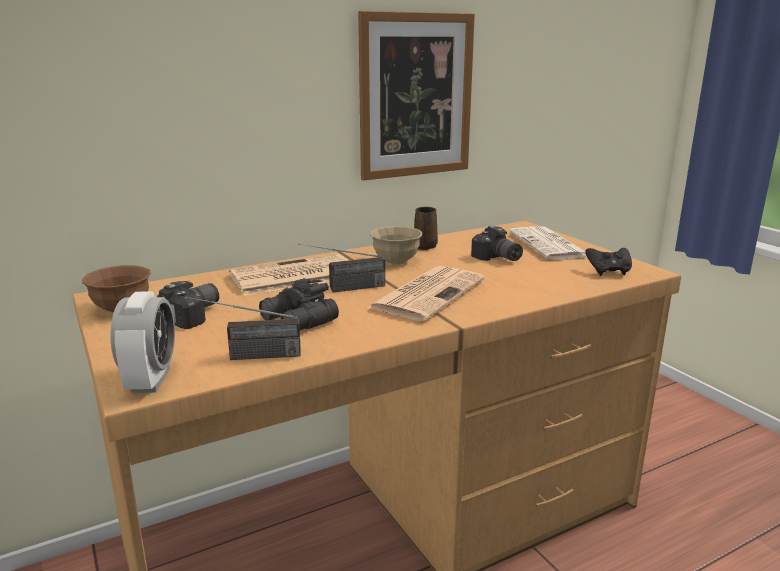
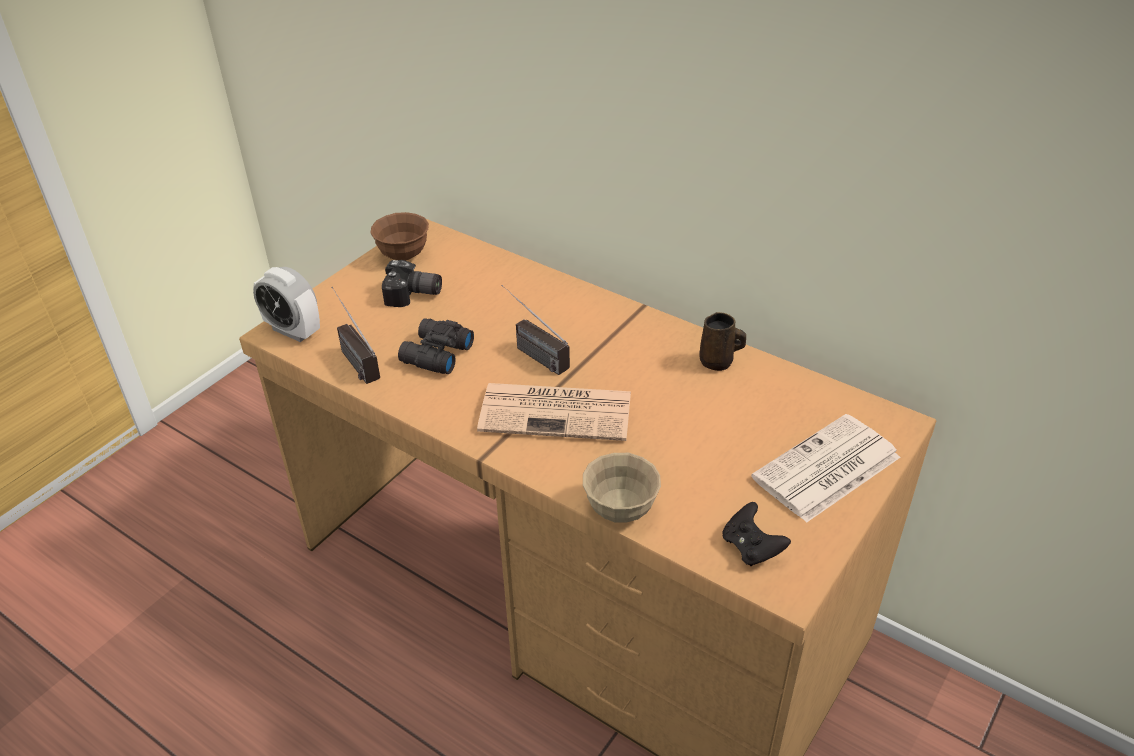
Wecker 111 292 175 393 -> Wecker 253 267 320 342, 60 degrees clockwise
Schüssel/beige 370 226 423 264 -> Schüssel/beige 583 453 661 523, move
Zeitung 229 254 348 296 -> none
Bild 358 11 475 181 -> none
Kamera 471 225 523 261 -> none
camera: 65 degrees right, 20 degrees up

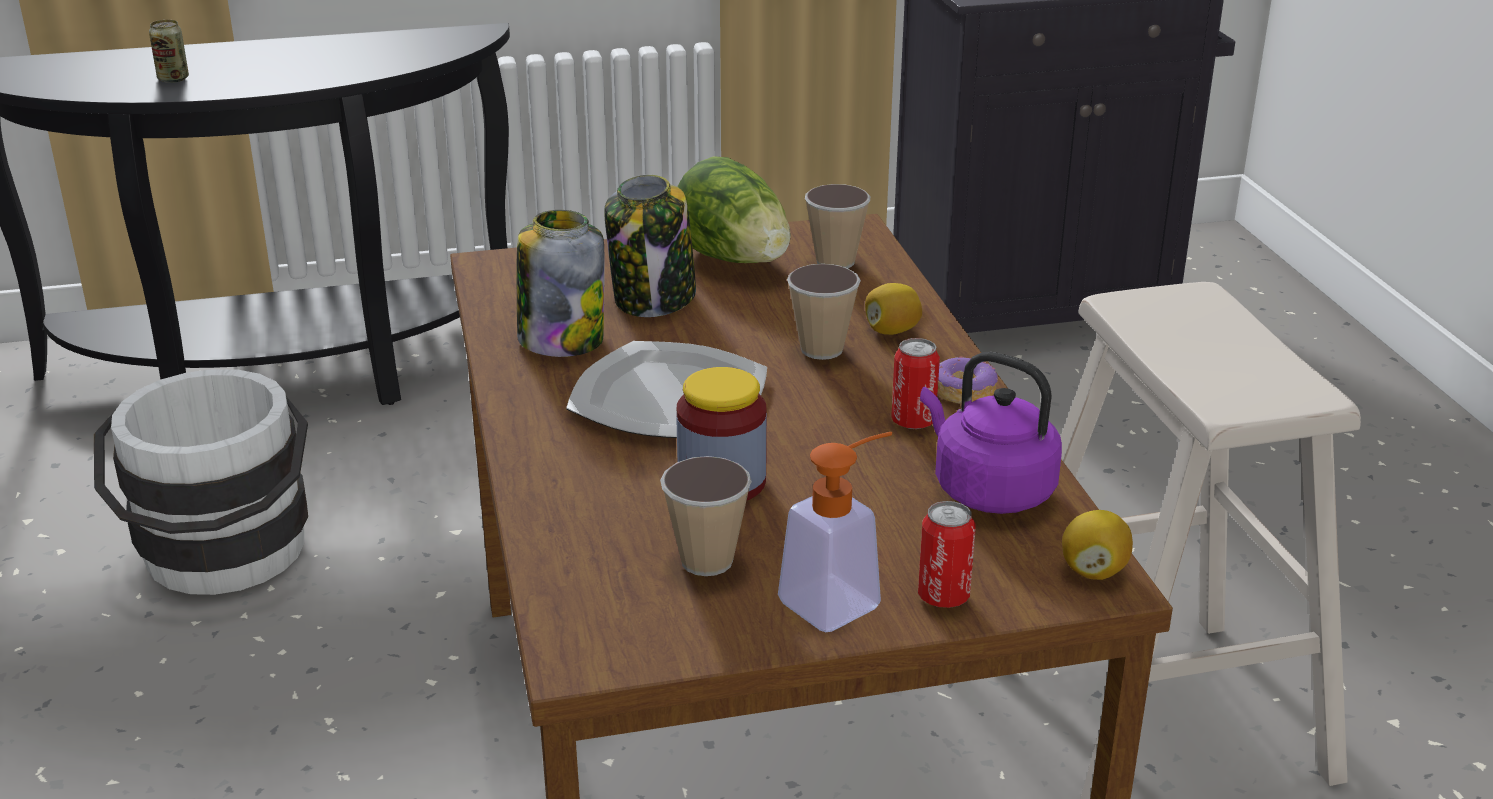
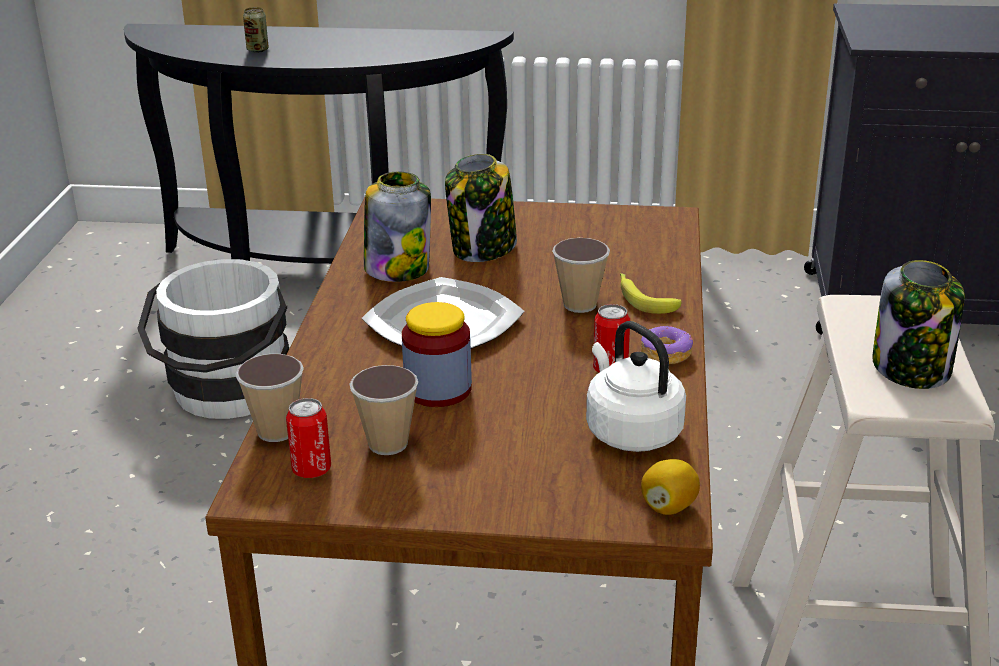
Tasse 805 184 870 268 -> Tasse 235 354 304 442, move
Dose 918 501 975 608 -> Dose 286 398 331 478, move
Wasserkessel/lila 920 352 1062 514 -> Wasserkessel/weiß 586 321 686 452
Zitrone 865 283 922 335 -> Banane 620 273 681 314
none -> Vorratsglas 872 260 965 389
Salatkopf 677 156 791 263 -> none
Seifenspender 778 432 892 632 -> none
camera: 20 degrees right, 0 degrees up

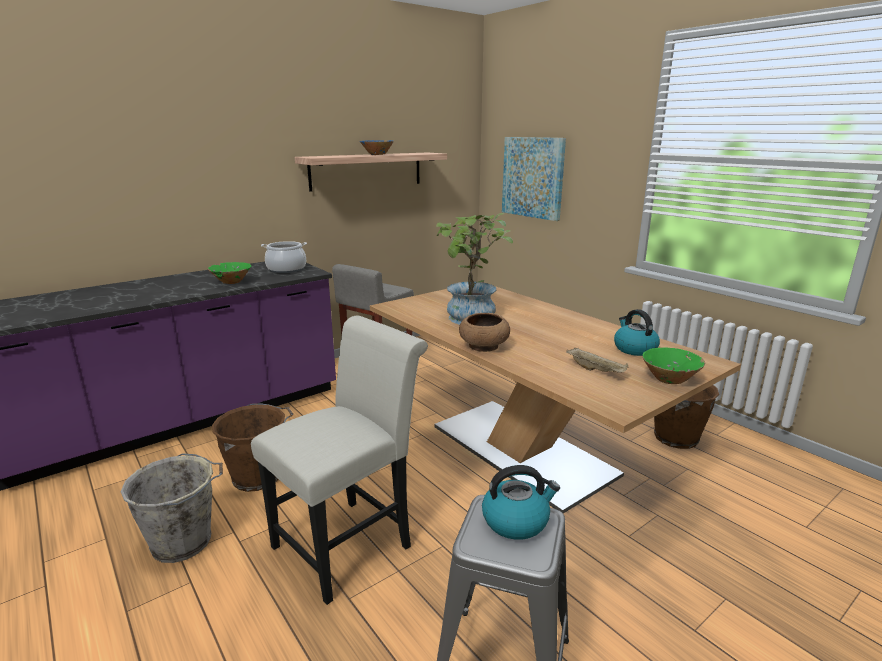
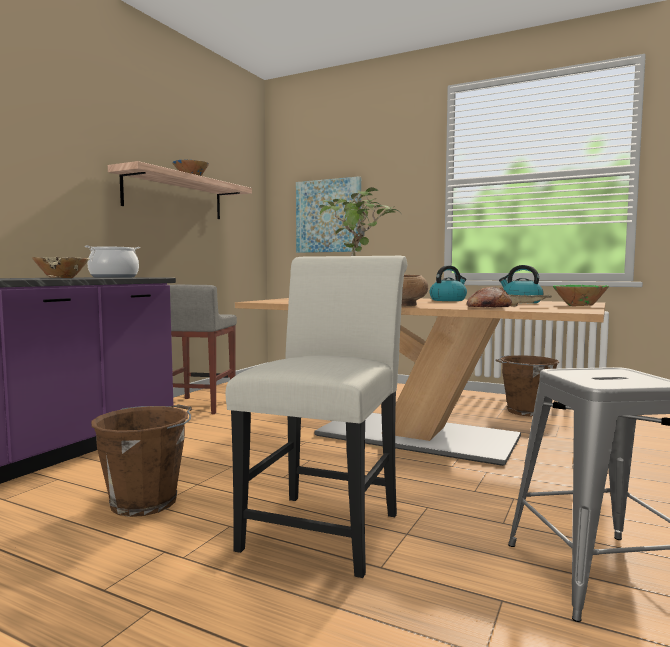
Schüssel/grün 208 262 251 284 -> Schüssel/beige 32 257 89 278
Wasserkessel 482 465 560 540 -> Wasserkessel 430 265 467 301, move
none -> Brot 467 286 512 307
Eimer/grau 121 453 223 563 -> none
camera: 25 degrees left, 15 degrees down

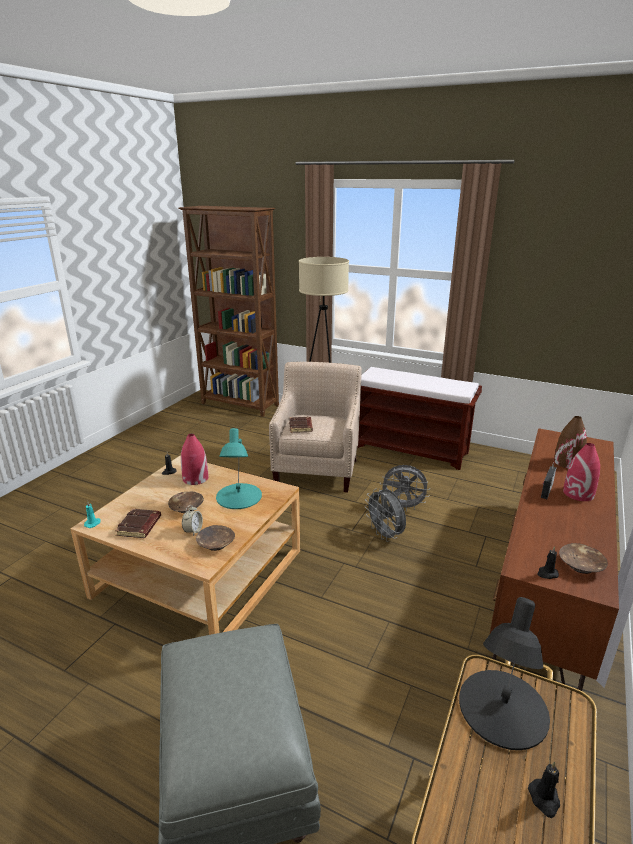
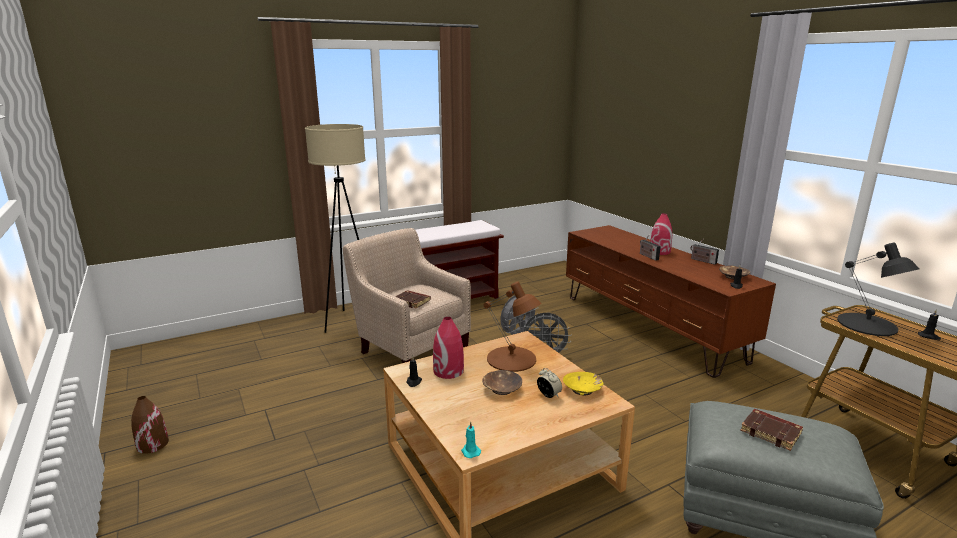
Vase/braun 554 416 587 468 -> Vase/braun 131 396 169 454, move
Tischlampe/türkis 216 428 262 509 -> Tischlampe/braun 484 281 541 372
Schüssel/braun 196 525 235 551 -> Schüssel/gelb 563 372 604 395
none -> Radio 691 239 719 265
Buch/braun 115 509 161 538 -> Buch/braun 740 409 803 451, move
Bücherregal/braun 178 206 279 417 -> none
camera: 55 degrees left, 5 degrees down

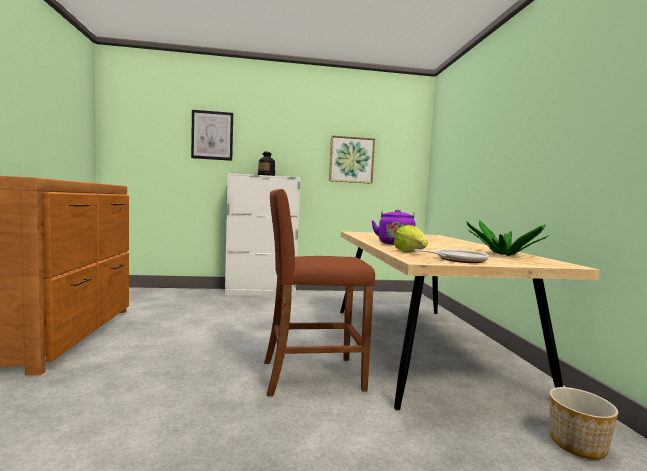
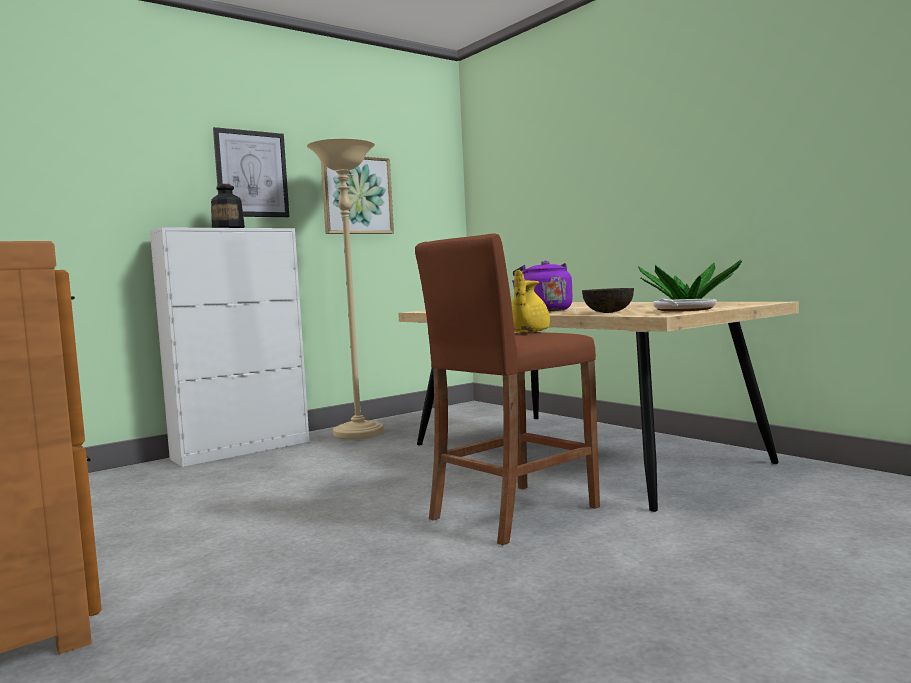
Bild 191 110 233 161 -> Bild 213 127 289 217, move
none -> Stehlampe/beige 307 138 384 440
none -> Teekanne/gelb 511 270 550 333
Salatkopf 394 225 428 252 -> Schüssel/braun 582 288 634 313
Pflanzkübel 549 387 618 459 -> none
camera: 30 degrees left, 0 degrees up

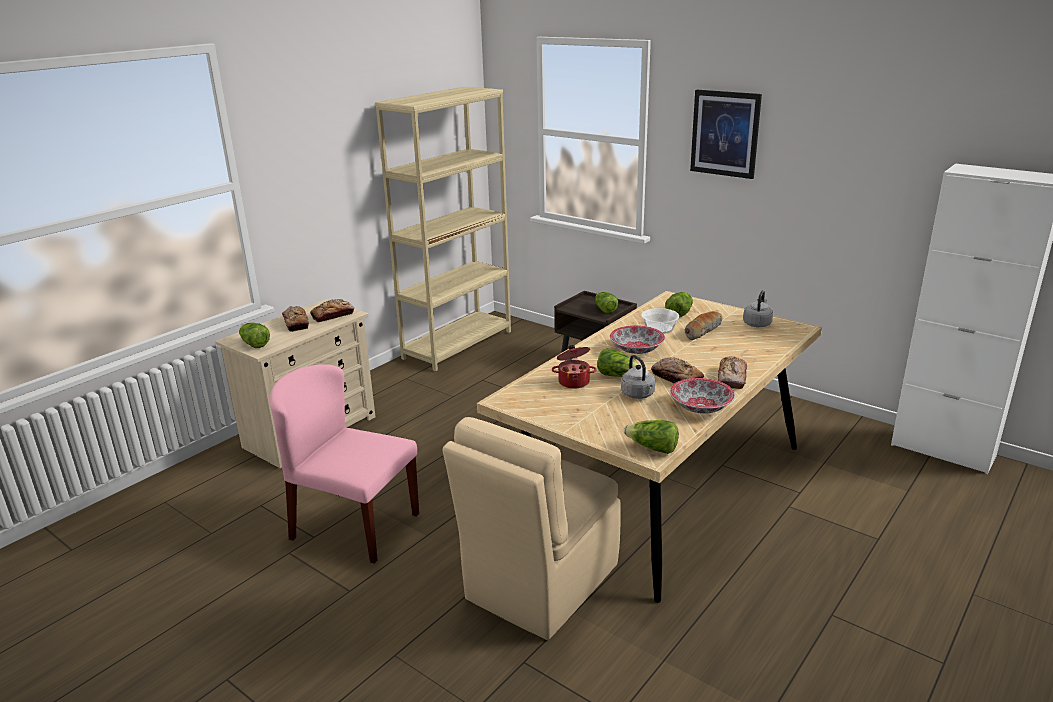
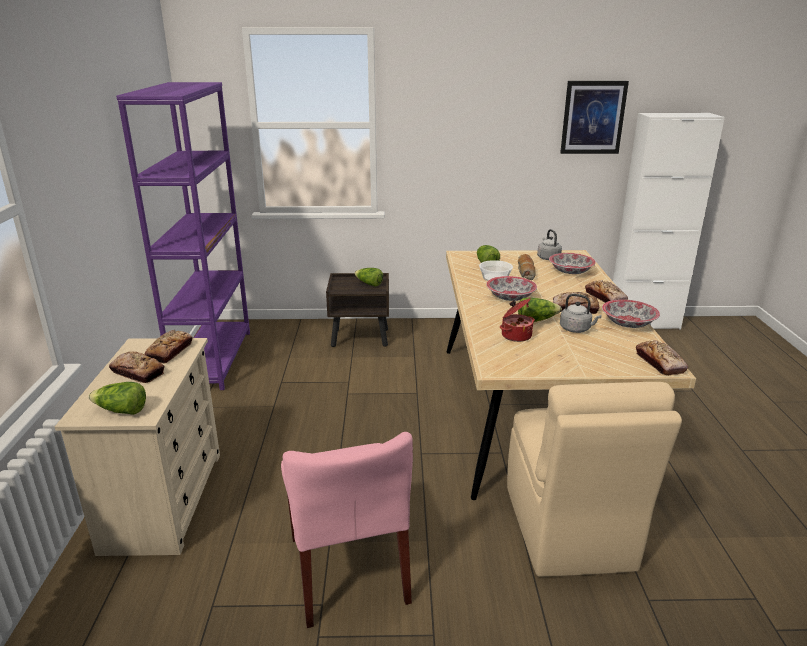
Bücherregal/beige 375 87 511 372 -> Bücherregal/lila 116 82 250 390
Stuhl/rosa 270 365 419 564 -> Stuhl/rosa 281 432 413 628, 90 degrees counterclockwise
none -> Schüssel 549 253 596 274
Bild 690 90 762 179 -> Bild 560 81 629 154, move
Salatkopf 624 420 679 454 -> Brot 636 341 688 376
camera: 40 degrees left, 0 degrees up

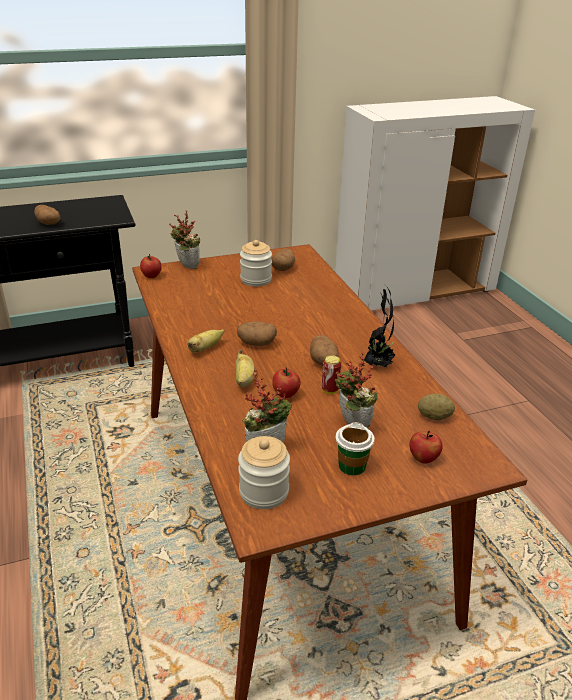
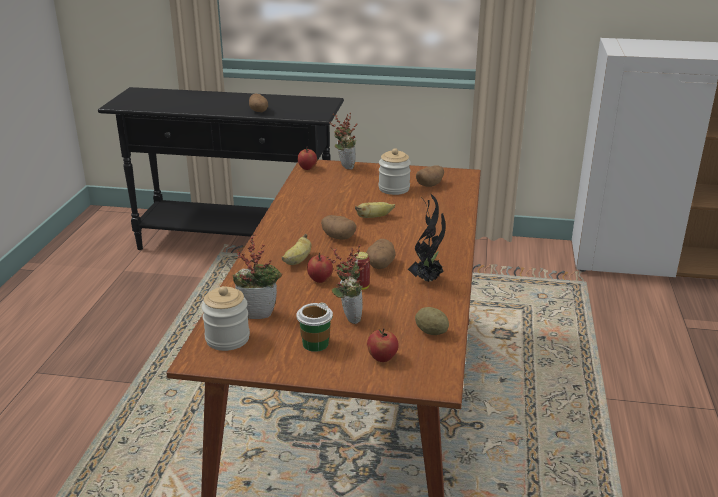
Banane 188 329 224 353 -> Banane 355 202 395 218, move
camera: 30 degrees right, 5 degrees down

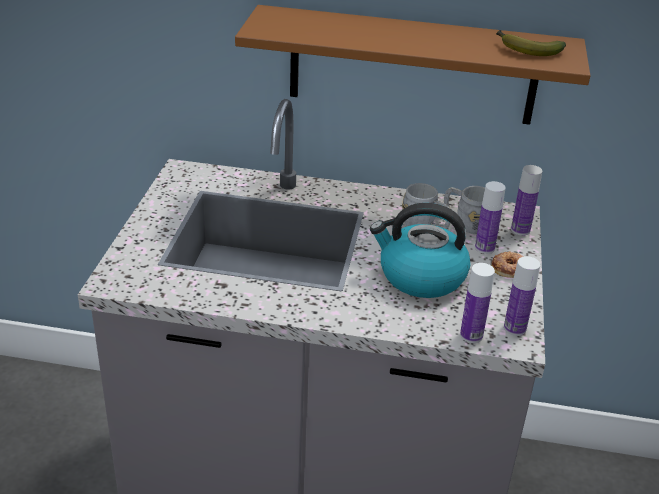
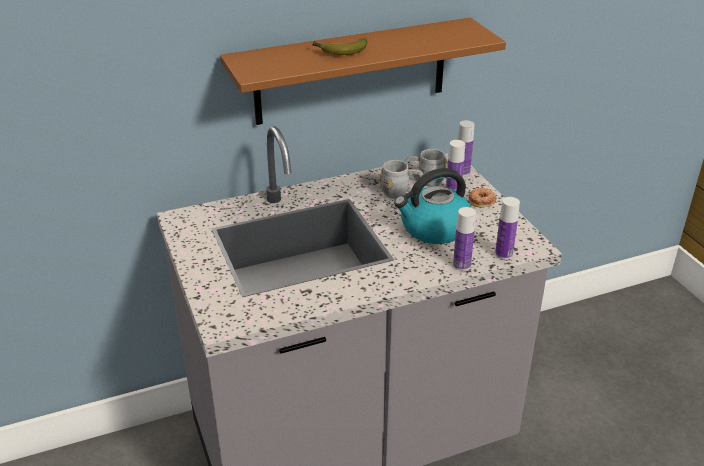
Banane 496 30 566 56 -> Banane 313 38 367 55, move
Flasche 504 256 540 336 -> Flasche 453 207 476 271, move
camera: 30 degrees left, 0 degrees up

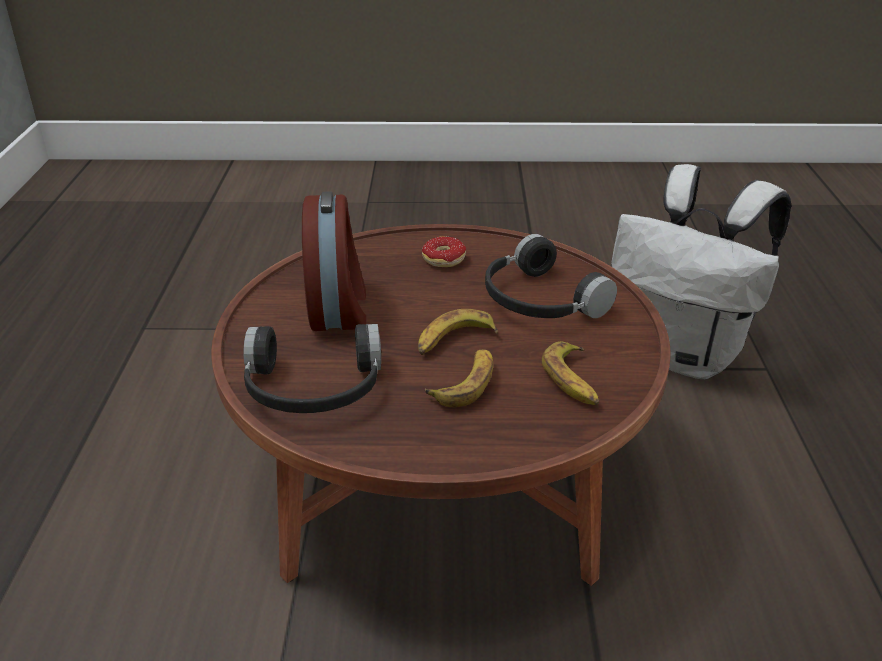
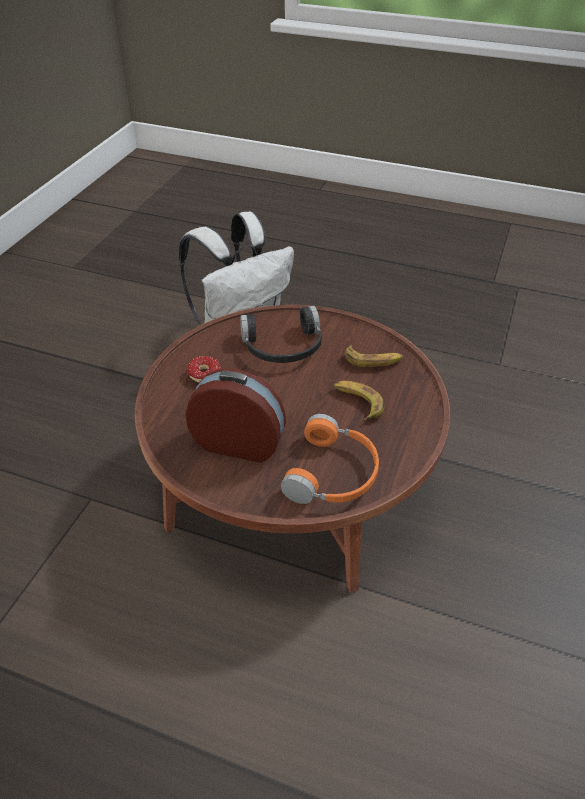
Kopfhörer/schwarz 243 324 381 413 -> Kopfhörer/orange 281 414 379 504
Banane 418 309 498 355 -> none
camera: 70 degrees left, 10 degrees up

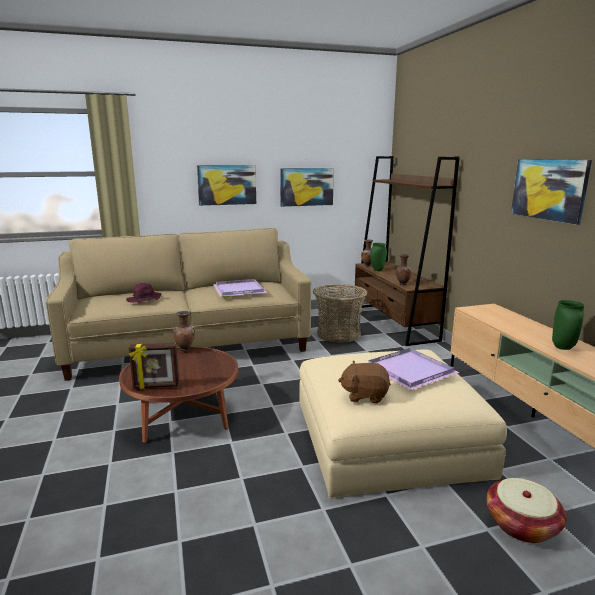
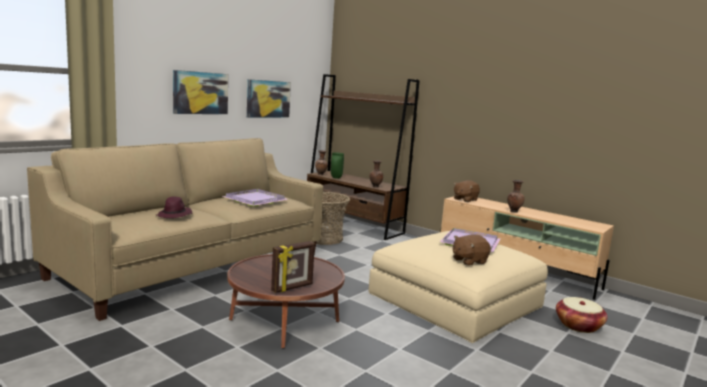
none -> Plüschtier/braun 454 180 480 202
Vase/braun 173 311 195 352 -> Vase/braun 507 180 525 213, move
Bild 511 159 592 225 -> none
Vase/grün 552 300 584 350 -> none
camera: 35 degrees left, 5 degrees down

